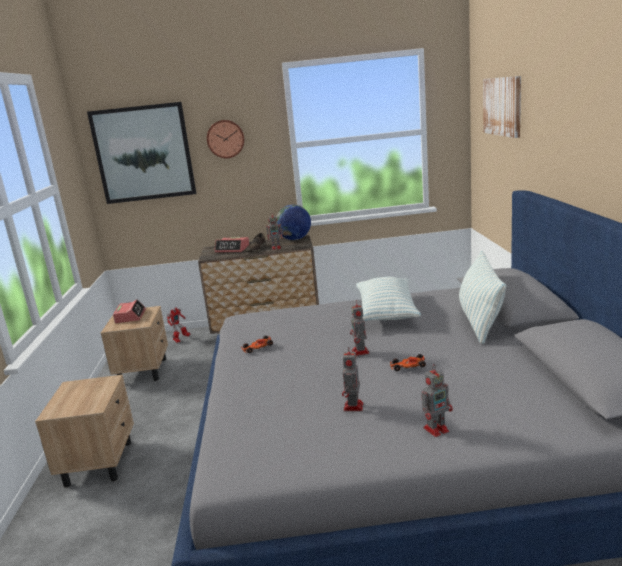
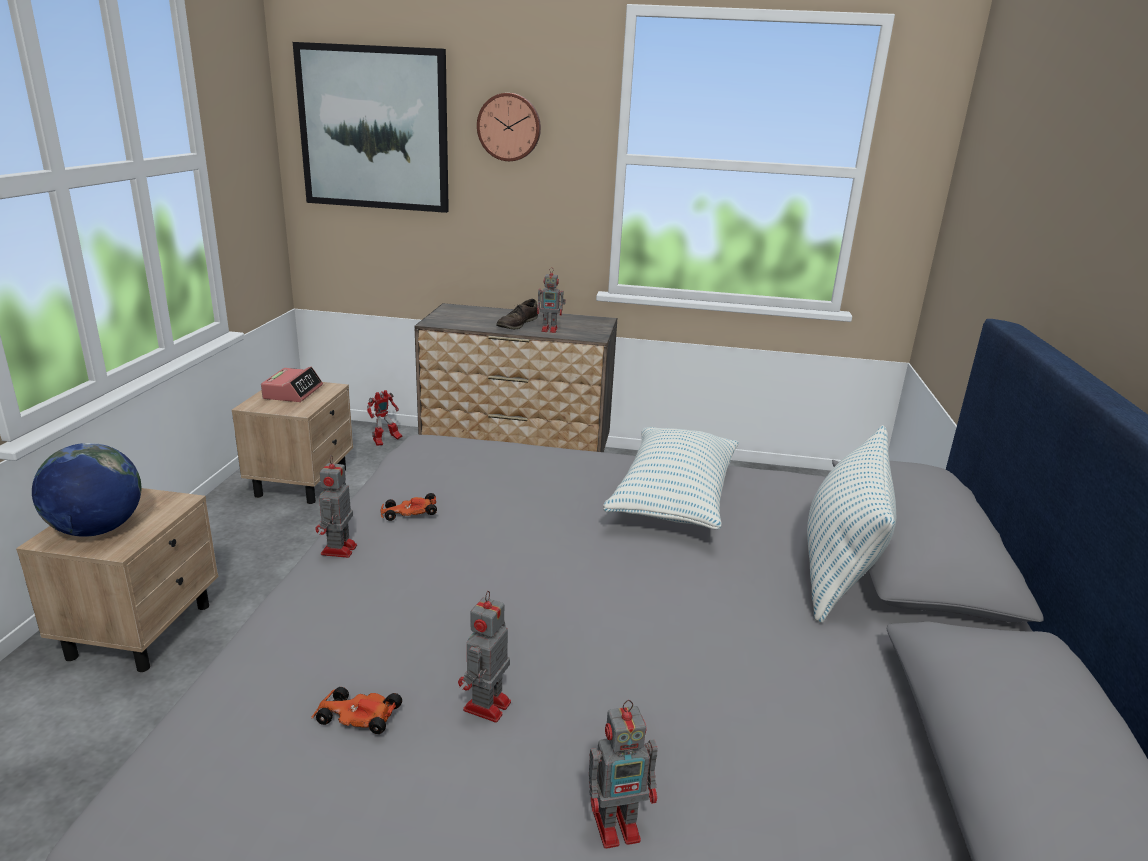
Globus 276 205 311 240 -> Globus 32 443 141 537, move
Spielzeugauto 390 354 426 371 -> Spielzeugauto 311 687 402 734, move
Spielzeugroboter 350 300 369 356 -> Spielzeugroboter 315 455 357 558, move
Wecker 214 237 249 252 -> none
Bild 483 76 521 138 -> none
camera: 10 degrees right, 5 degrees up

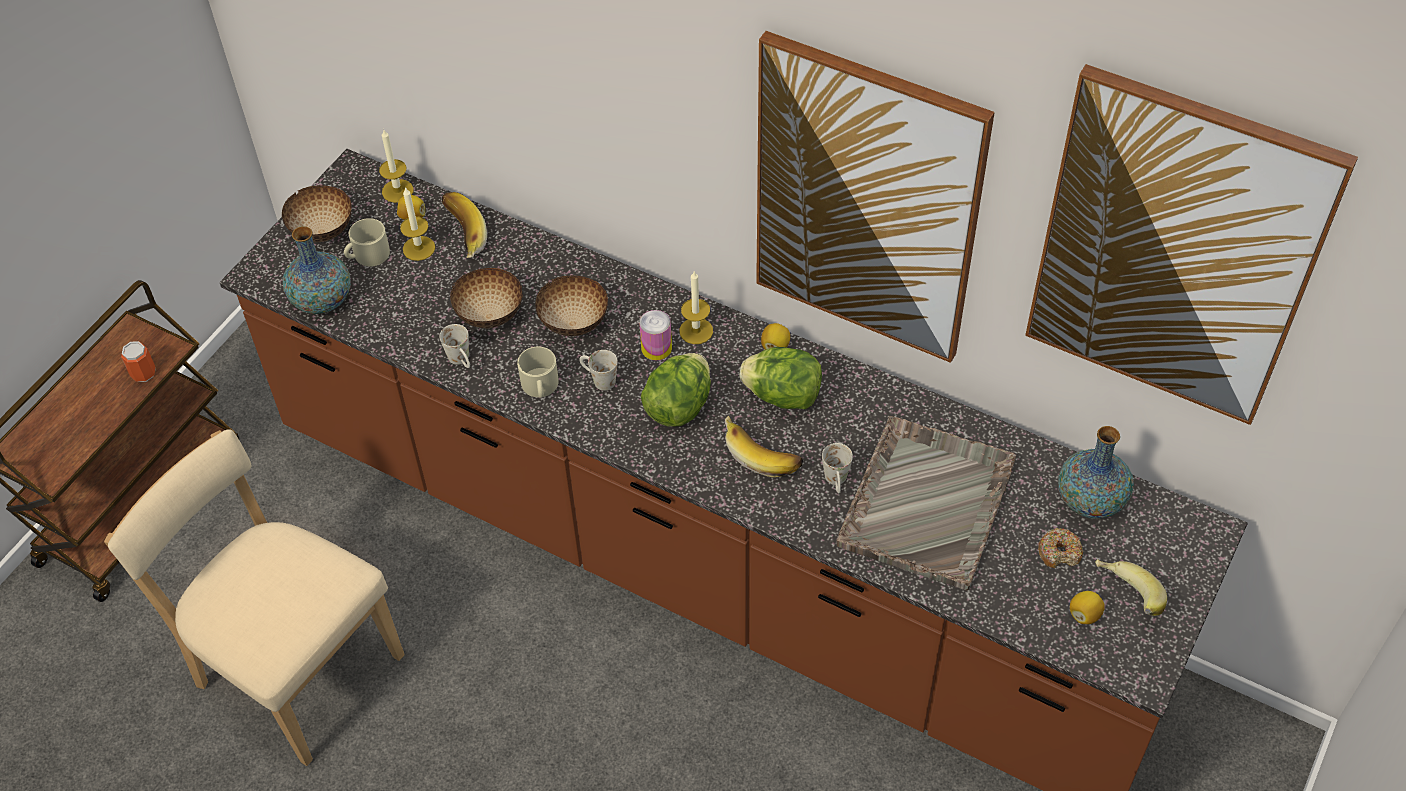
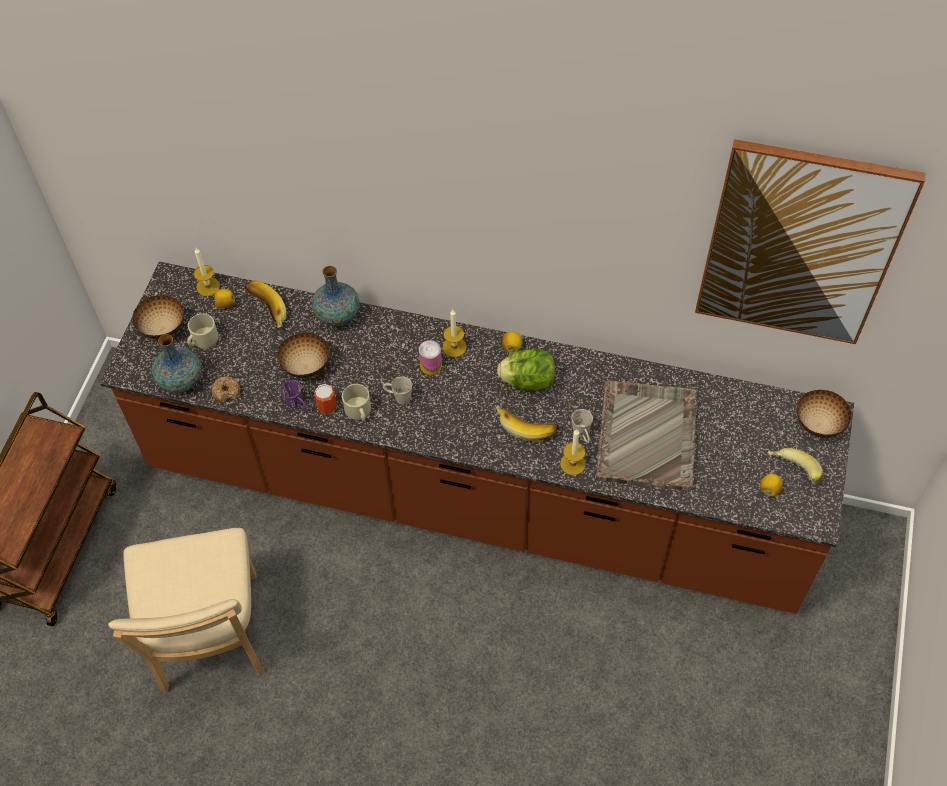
Stuhl/beige 104 429 405 766 -> Stuhl/beige 108 528 264 692, 120 degrees counterclockwise
Donut 1038 528 1083 568 -> Donut 212 376 240 403, move
Henkelbecher/weiß 439 324 470 368 -> Henkelbecher/lila 280 380 307 409
Vase 1058 426 1134 519 -> Vase 312 266 359 326, move
Dose 121 341 156 382 -> Dose 314 384 337 414, move
Kerze 400 187 435 261 -> Kerze 560 429 586 475, move
Schüssel 535 275 608 336 -> Schüssel 797 390 852 438, move
Salatkopf 641 353 711 427 -> none
Bild 756 31 995 363 -> none
camera: 15 degrees left, 5 degrees up

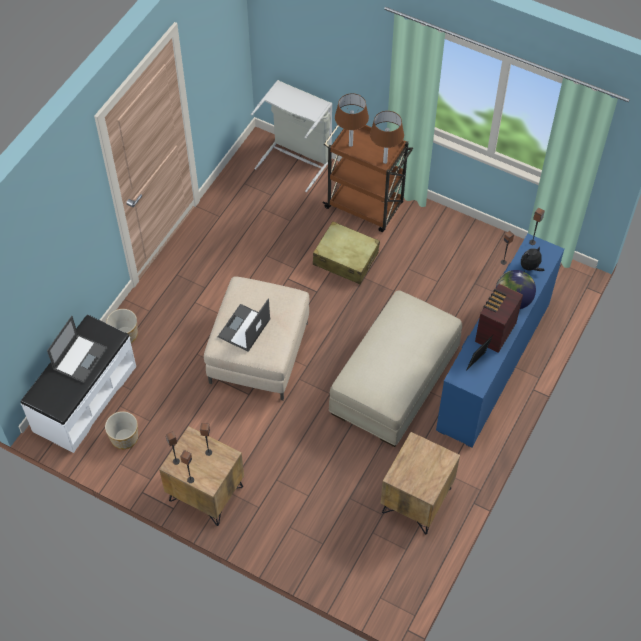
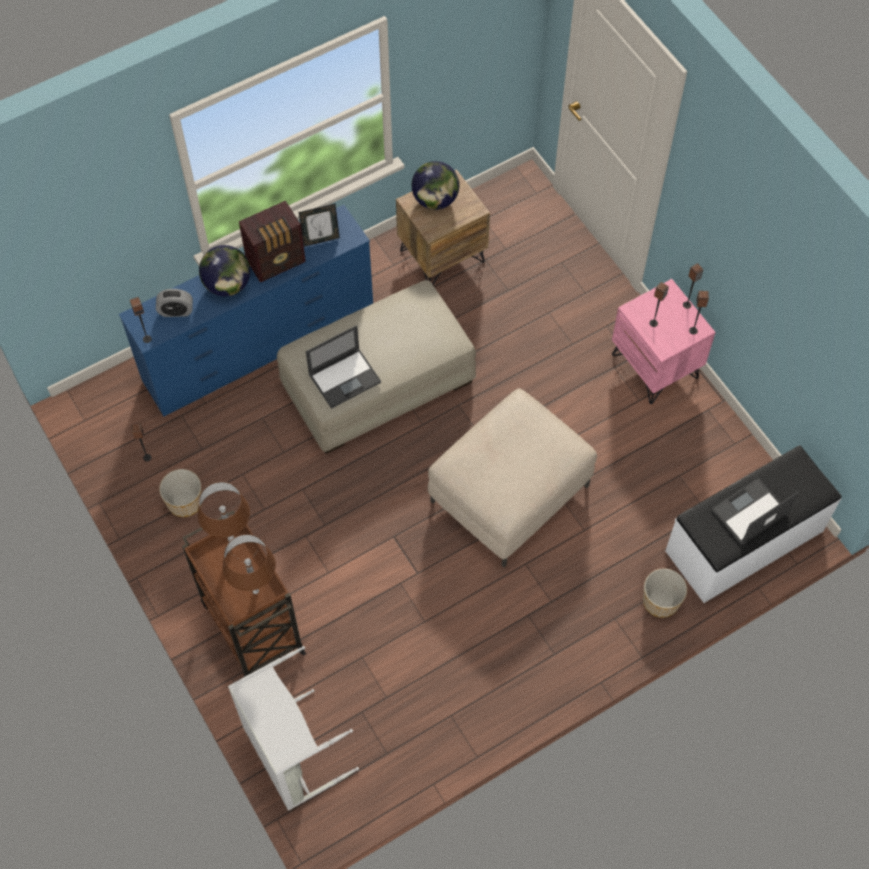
Plüschtier 521 246 544 271 -> Wecker 156 289 193 317
Pflanzkübel 105 411 138 449 -> Pflanzkübel 159 469 202 517, move
Laptop 218 298 271 352 -> Laptop 306 325 381 409, move
none -> Globus 411 161 459 210
Nachttisch/braun 159 426 244 526 -> Nachttisch/rosa 612 279 716 404
Koffer/beige 313 221 380 284 -> none
camera: 150 degrees left, 5 degrees up

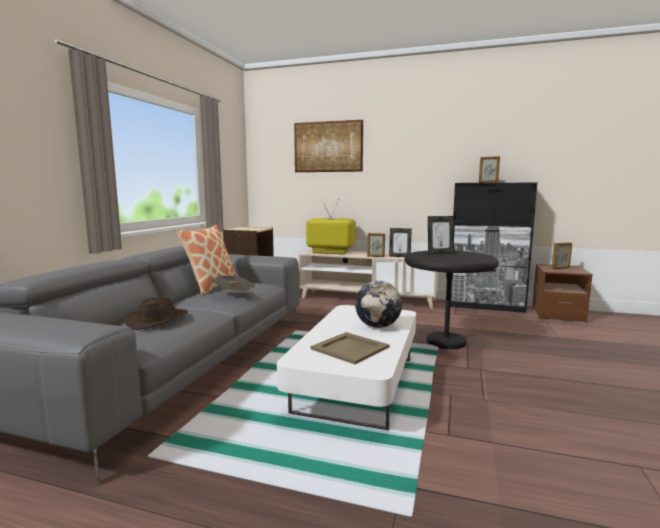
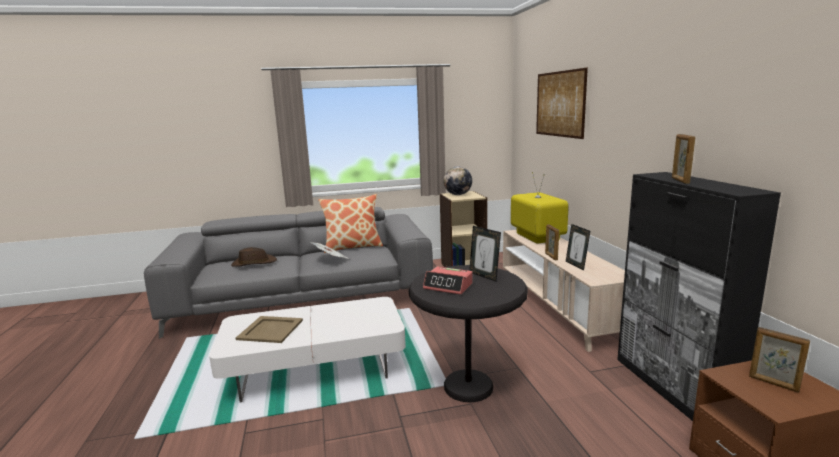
none -> Wecker 423 266 473 295
Globus 355 281 402 328 -> Globus 444 166 472 195, move
camera: 60 degrees right, 5 degrees up

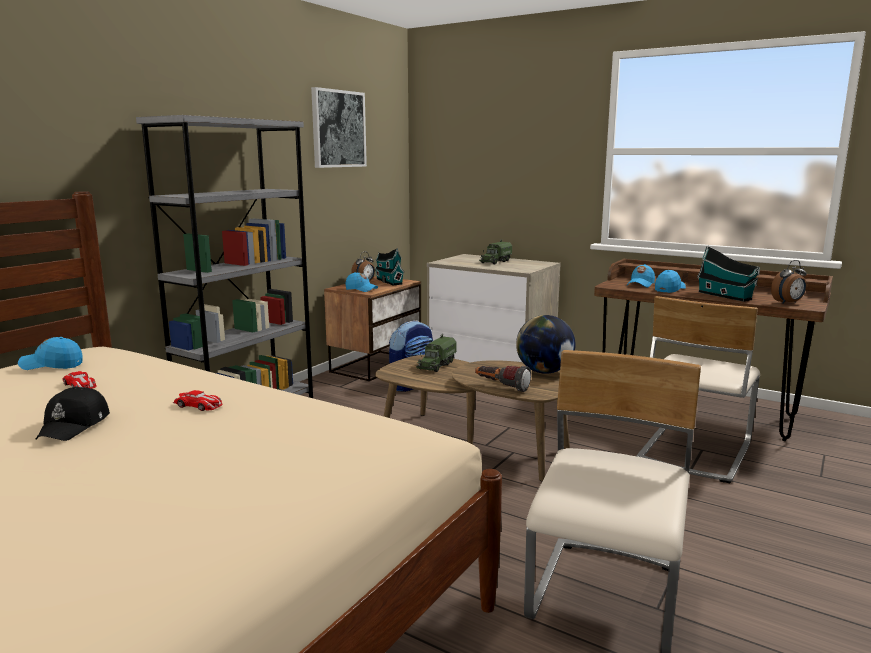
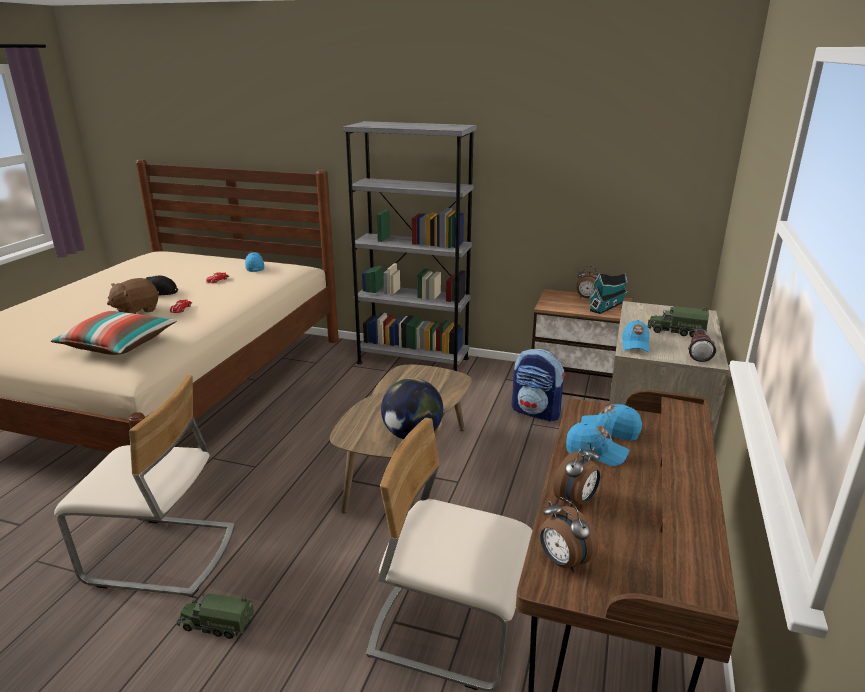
none -> Kissen 51 311 177 355
none -> Plüschtier/braun 107 278 158 314
Spielzeuglaster 416 334 457 372 -> Spielzeuglaster 177 593 254 639, move
Spielzeughaus 697 246 760 302 -> Wecker 553 442 600 507
Kappe/blau 345 272 378 292 -> Kappe/blau 622 320 650 352, move
Taschenlampe 475 366 531 392 -> Taschenlampe 688 328 716 362, move
Bild 311 87 367 168 -> none
camera: 75 degrees right, 10 degrees up

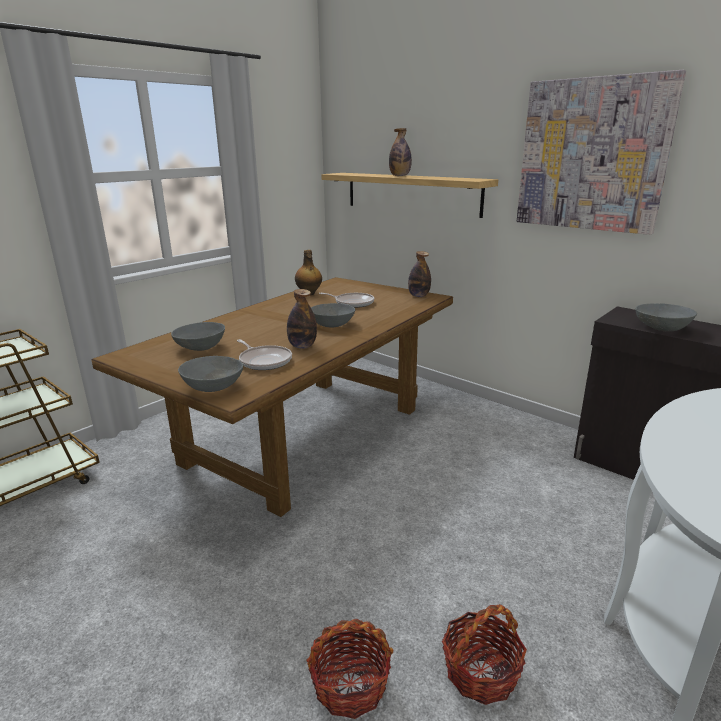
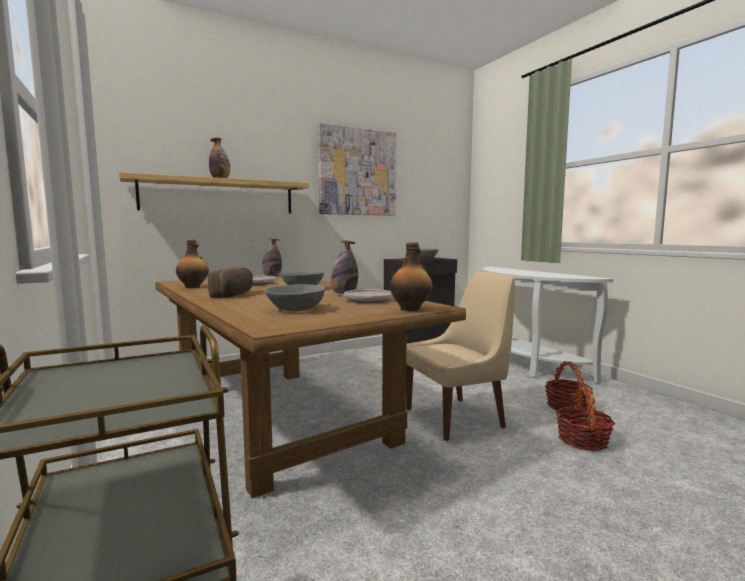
none -> Brot 208 267 253 298
Schüssel/grau 178 356 243 392 -> Flasche 390 242 433 311
none -> Stuhl/beige 406 272 515 441
camera: 70 degrees left, 15 degrees down

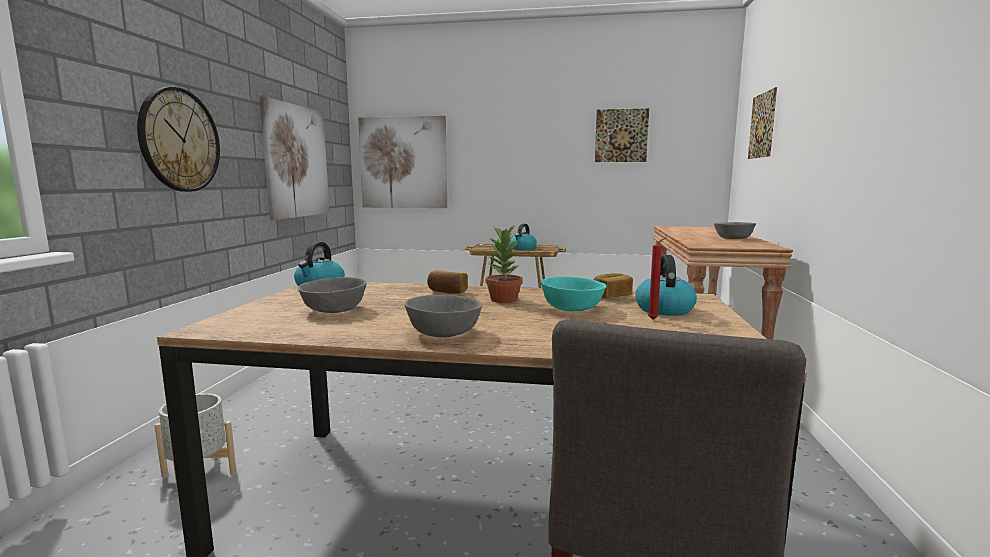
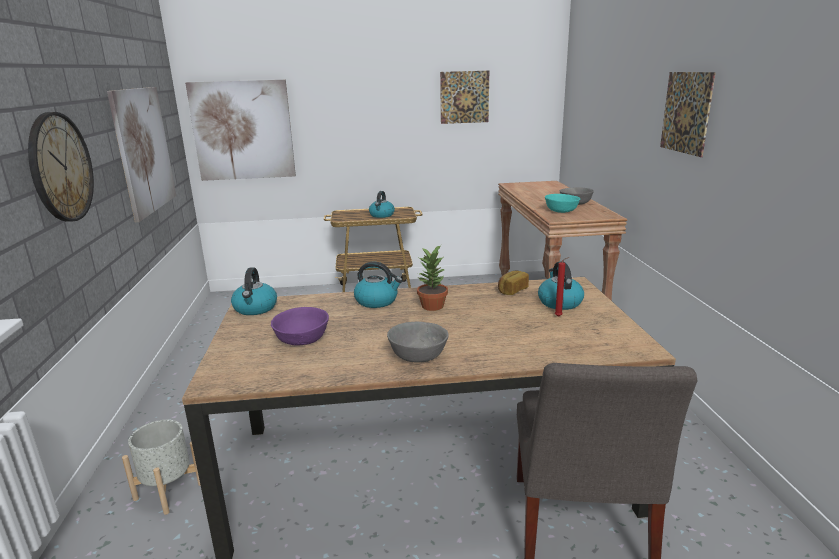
Schüssel/grau 298 277 367 313 -> Schüssel/lila 271 307 329 346
Brot 427 270 468 294 -> Wasserkessel 354 262 403 308
Schüssel/türkis 541 277 607 311 -> Schüssel/türkis 545 194 580 213, move
Bild 748 87 777 159 -> Bild 660 72 716 157, move
camera: 15 degrees left, 10 degrees up

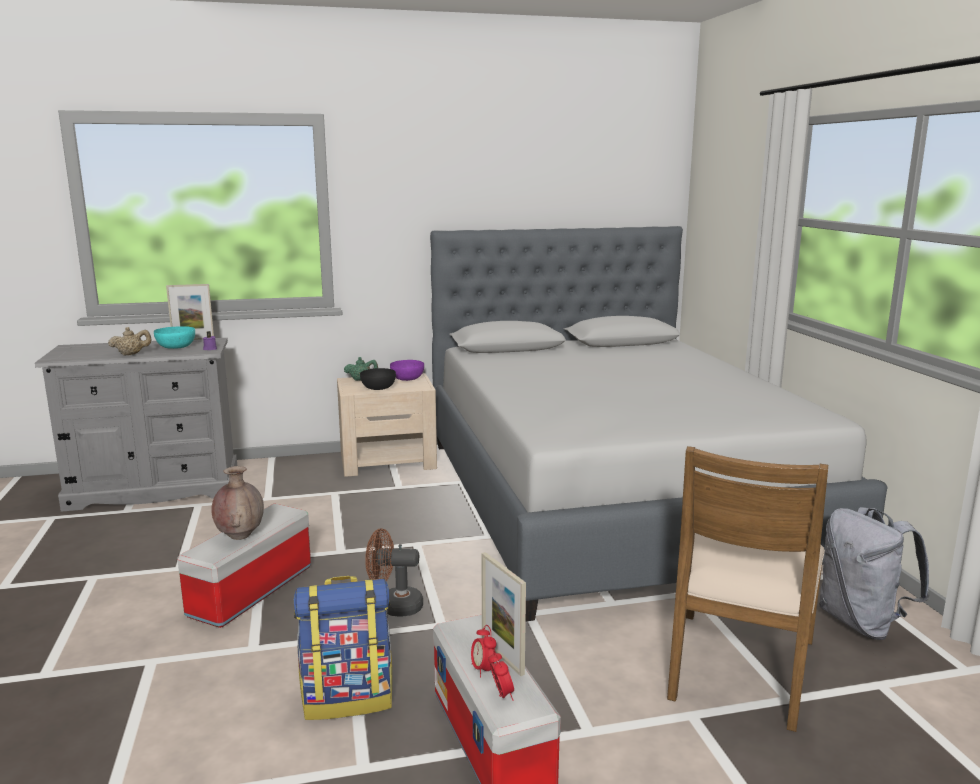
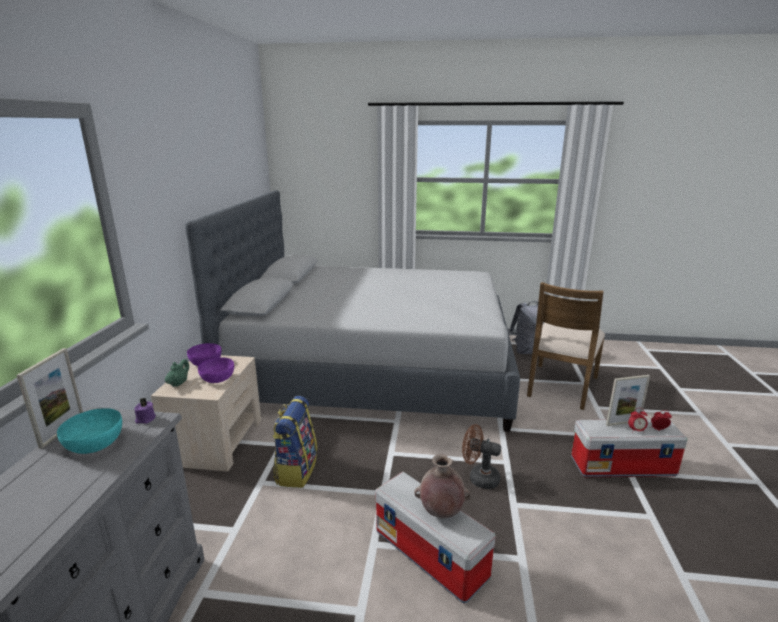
Schüssel/schwarz 360 368 396 390 -> Schüssel/lila 198 357 234 383
Rucksack 294 576 392 720 -> Rucksack 273 396 317 488, move
Ventilator/braun 365 528 423 616 -> Ventilator/braun 462 424 501 489, 90 degrees clockwise
Stuhl/braun 667 446 828 732 -> Stuhl/braun 527 282 605 410, 75 degrees clockwise
Teekanne/beige 108 327 152 356 -> none
camera: 70 degrees left, 5 degrees up

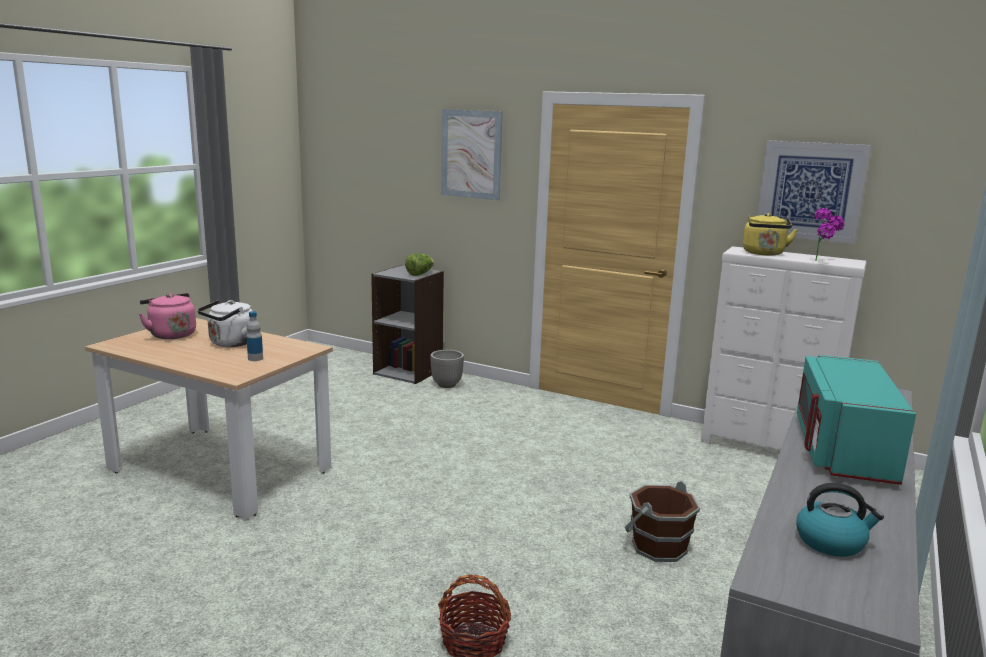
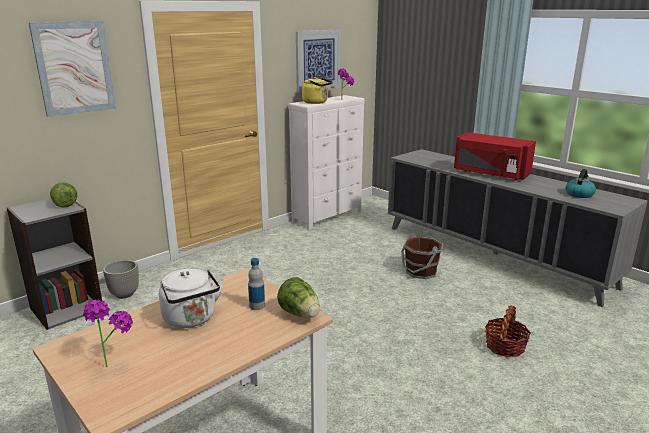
Wasserkessel/rosa 139 293 196 339 -> Topfpflanze 83 299 133 367
none -> Salatkopf 277 277 320 318
Mikrowelle/türkis 797 355 916 485 -> Mikrowelle/rot 454 132 536 180
camera: 70 degrees left, 5 degrees up

